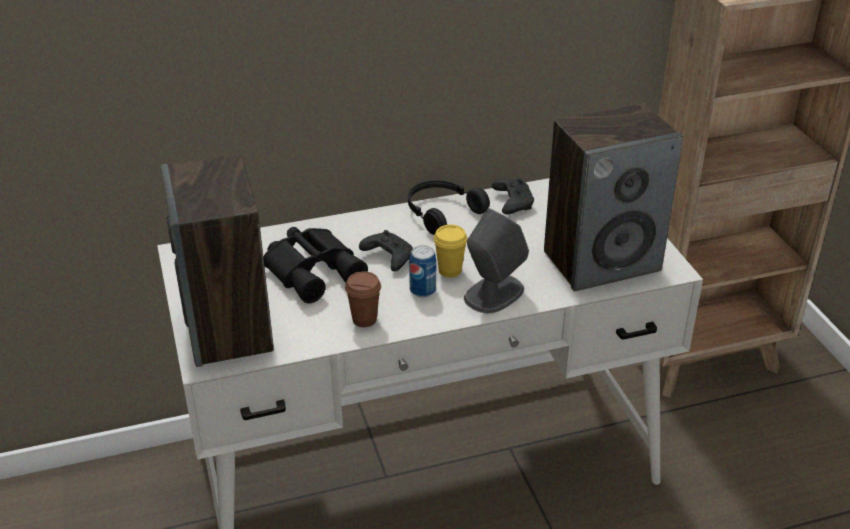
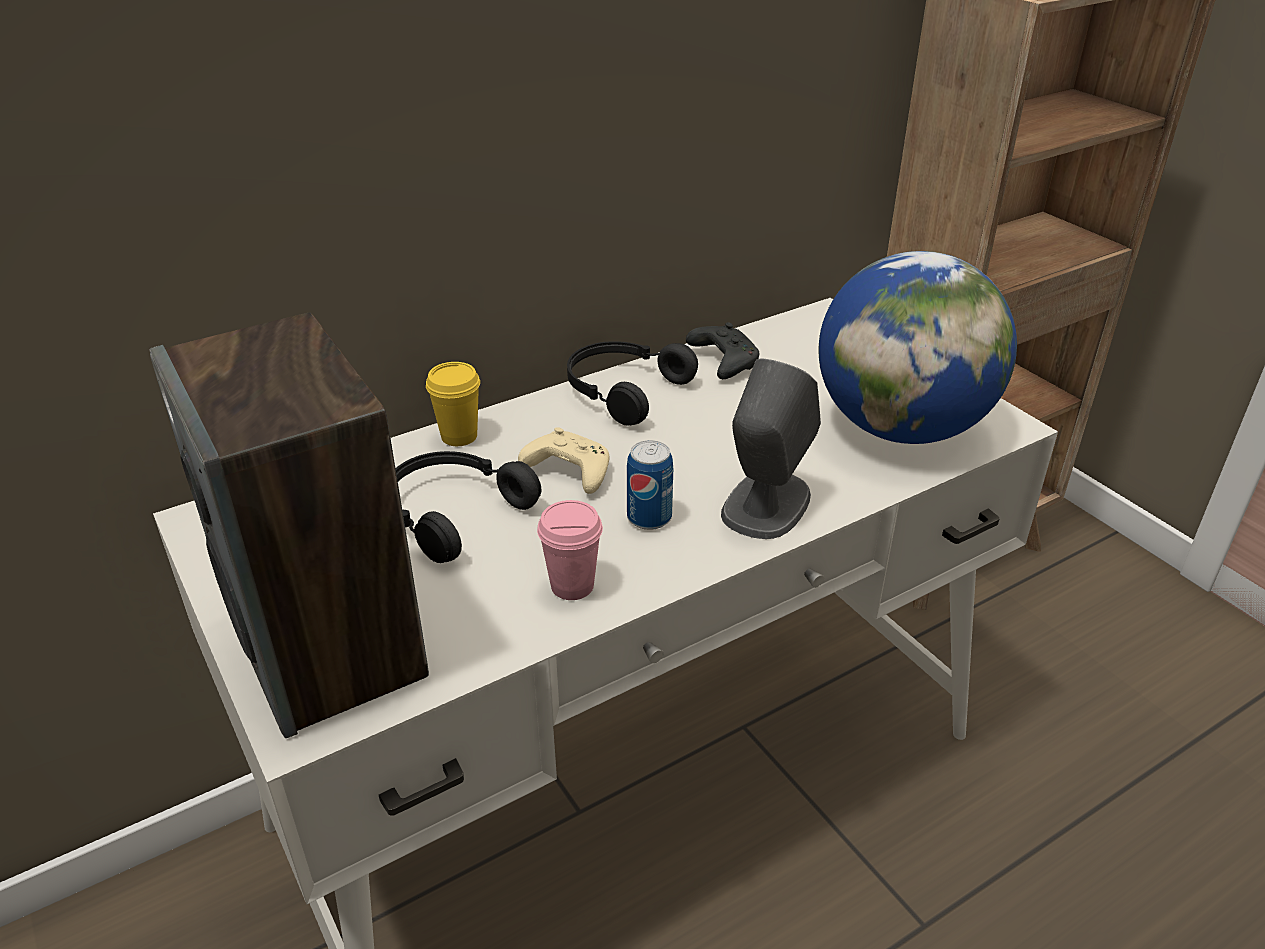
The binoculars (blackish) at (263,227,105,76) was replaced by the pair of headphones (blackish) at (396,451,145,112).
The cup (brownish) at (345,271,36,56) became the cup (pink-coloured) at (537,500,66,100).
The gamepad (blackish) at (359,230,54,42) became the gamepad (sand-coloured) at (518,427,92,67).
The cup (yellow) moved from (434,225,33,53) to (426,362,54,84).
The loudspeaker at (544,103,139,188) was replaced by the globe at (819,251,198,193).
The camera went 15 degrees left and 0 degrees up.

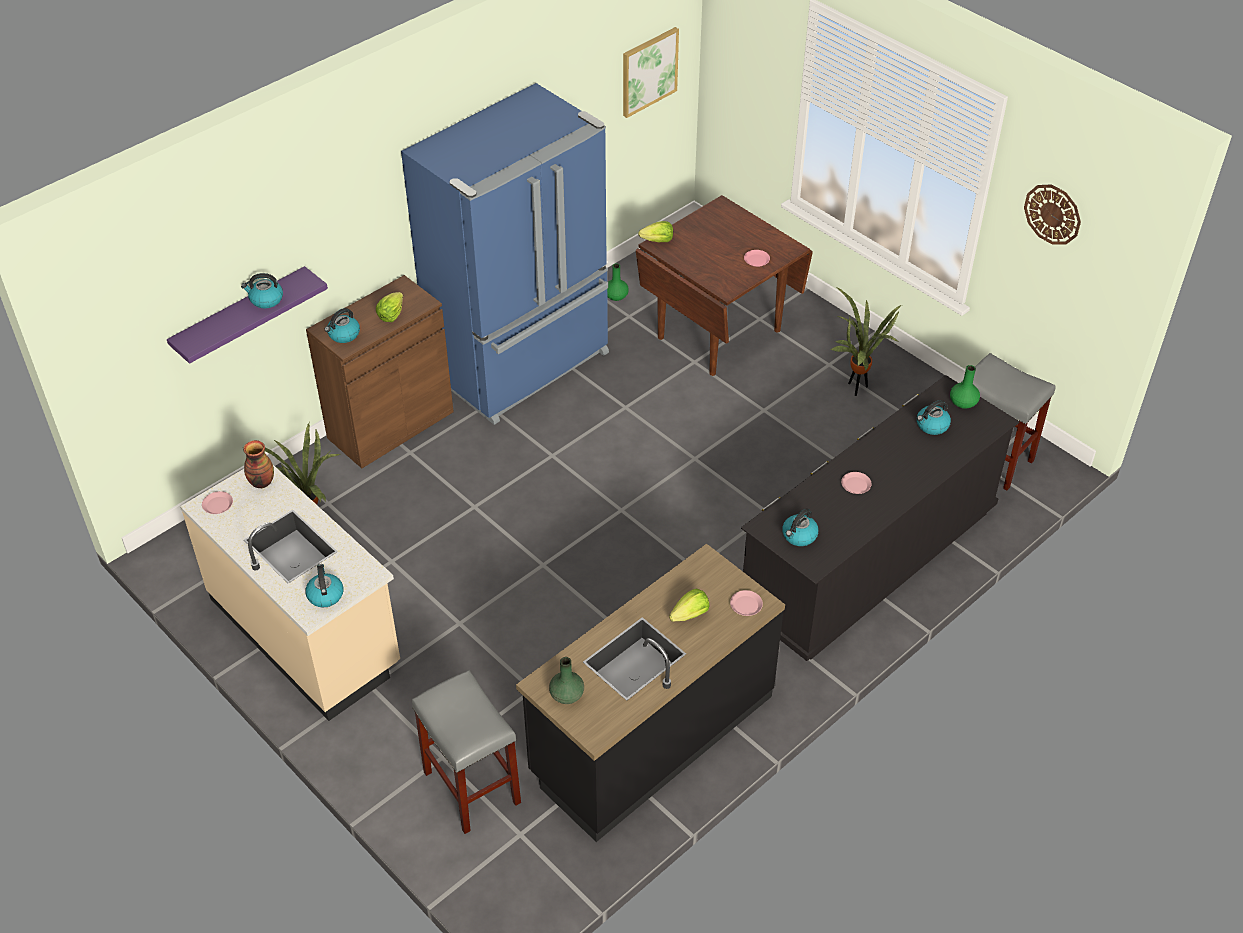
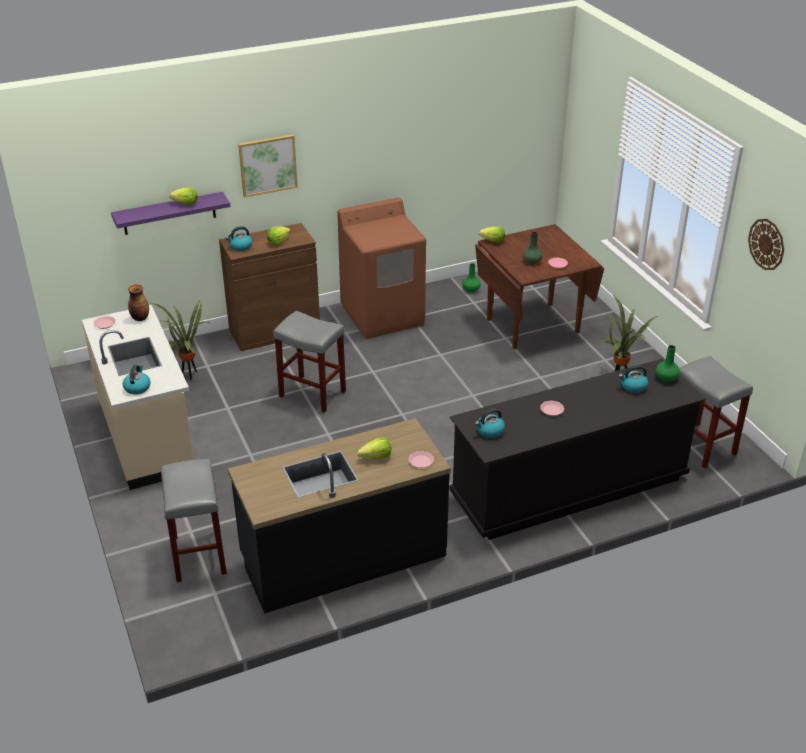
The kettle at (241,273,42,35) was replaced by the lettuce head at (169,187,29,18).
The refrigerator (blue) at (401,83,208,342) was replaced by the laundry appliance (brownish) at (337,198,89,141).
The flower vase (green) moved from (549,657,35,47) to (523,232,20,32).
The wall picture moved from (623,27,56,91) to (238,134,60,64).
The stool (grey) at (273,311,73,102) appeared.
The camera went 20 degrees right and 10 degrees down.

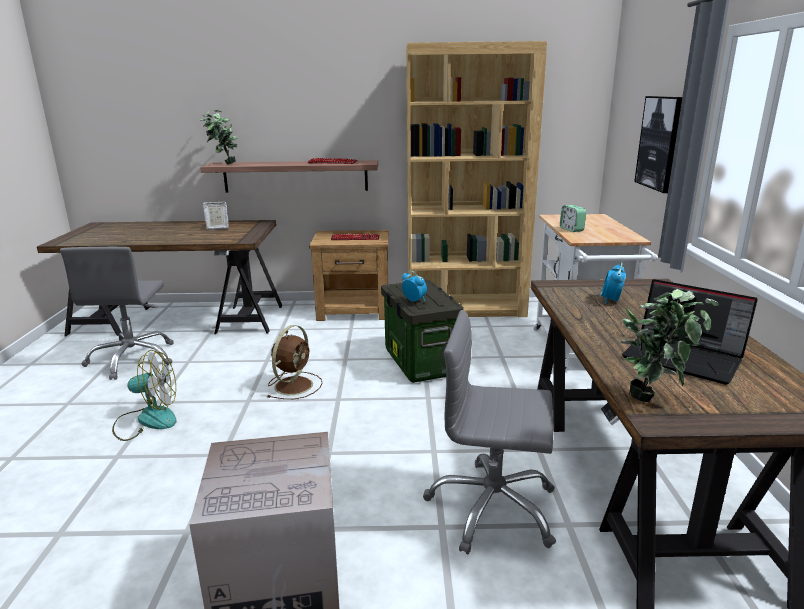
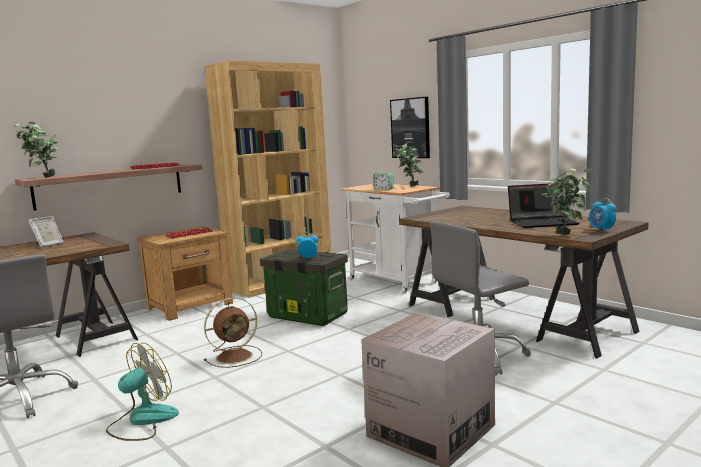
The electric fan (brownish) at (267,325,56,74) turned 75 degrees clockwise.
The bedside clock moved from (601,263,25,41) to (589,198,27,34).
The houseplant at (395,142,29,45) appeared.
The camera went 40 degrees left and 10 degrees down.

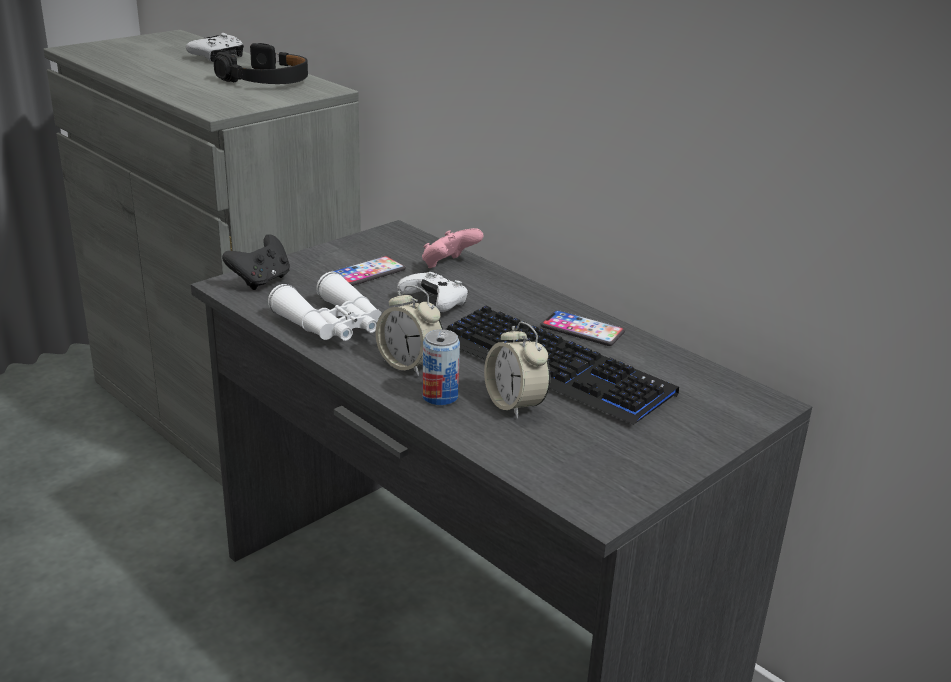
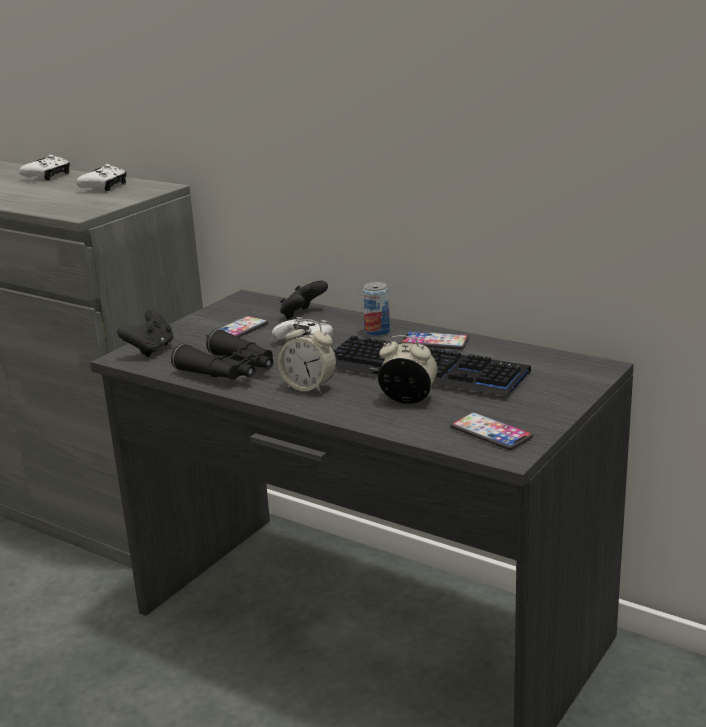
The pair of headphones (blackish) at (214,43,94,41) was replaced by the gamepad (white-coloured) at (76,164,51,27).
The binoculars (white-coloured) at (268,272,114,69) became the binoculars (blackish) at (171,329,102,51).
The gamepad (pink-coloured) at (422,228,62,40) became the gamepad (blackish) at (280,281,48,39).
The sealed can moved from (422,329,38,77) to (363,282,27,54).
The bedside clock at (484,322,67,97) turned 150 degrees clockwise.
The phone at (450,412,83,38) appeared.
The camera went 10 degrees left and 5 degrees down.

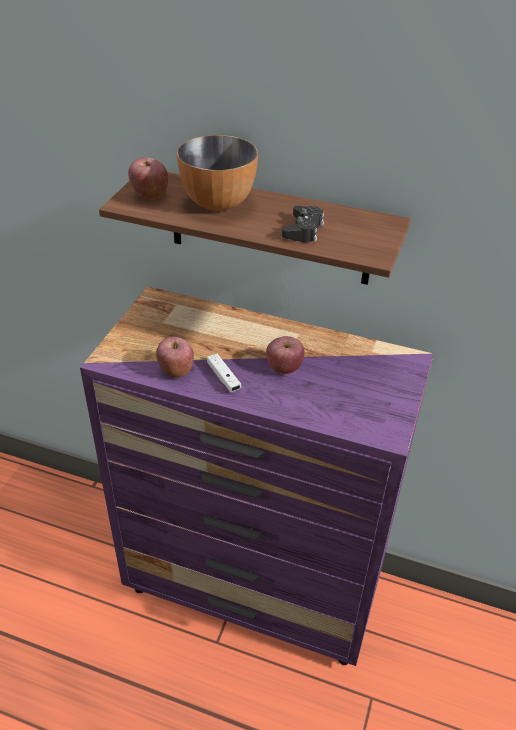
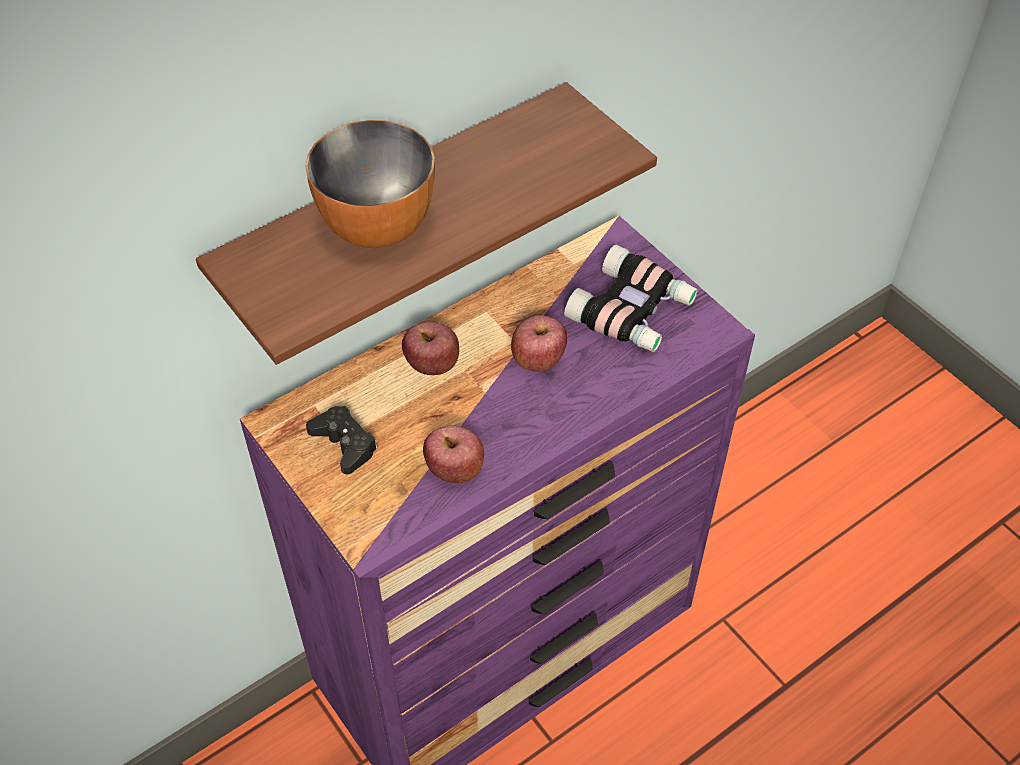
The apple fruit moved from (128,158,40,42) to (402,322,57,53).
The gamepad (white-coloured) at (207,353,34,39) disappeared.
The gamepad (blackish) moved from (282,206,42,37) to (306,406,72,68).
The binoculars at (564,244,134,108) appeared.
The camera went 55 degrees left and 10 degrees up.

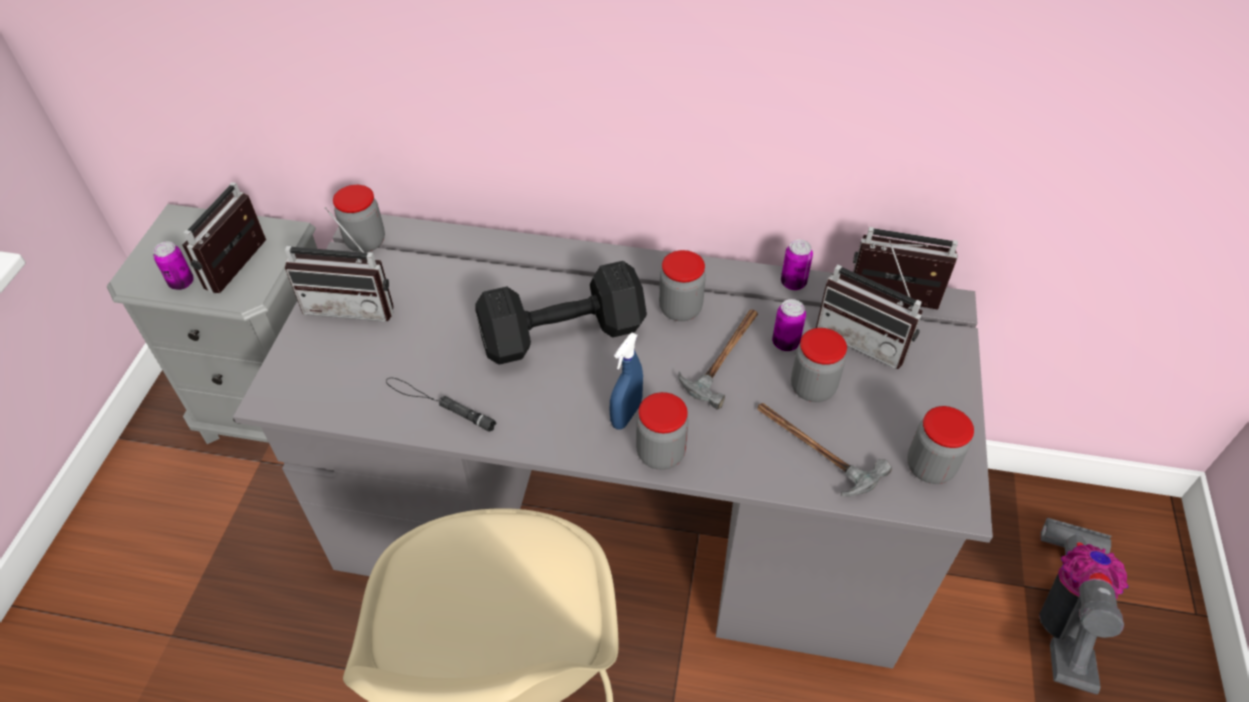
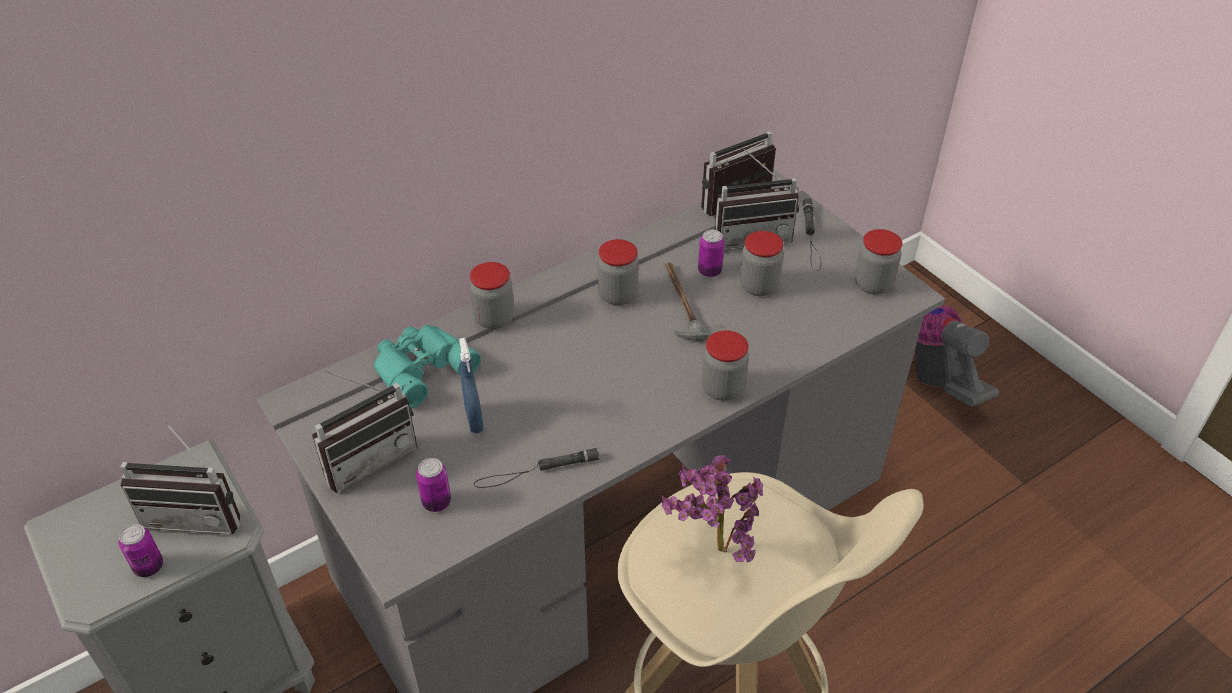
The radio receiver at (182,182,84,111) turned 60 degrees counterclockwise.
The jar moved from (333,185,52,68) to (470,262,44,67).
The free weight (blackish) at (476,261,171,104) disappeared.
The spray bottle (blue) moved from (610,333,33,97) to (459,338,25,95).
The hammer at (757,403,135,94) disappeared.
The sealed can moved from (781,240,32,50) to (416,458,35,54).
The binoculars (blue-green) at (374,325,107,83) appeared.
The houseplant at (662,455,101,107) appeared.
The flashlight (blackish) at (803,198,18,73) appeared.
The camera went 45 degrees left and 5 degrees down.

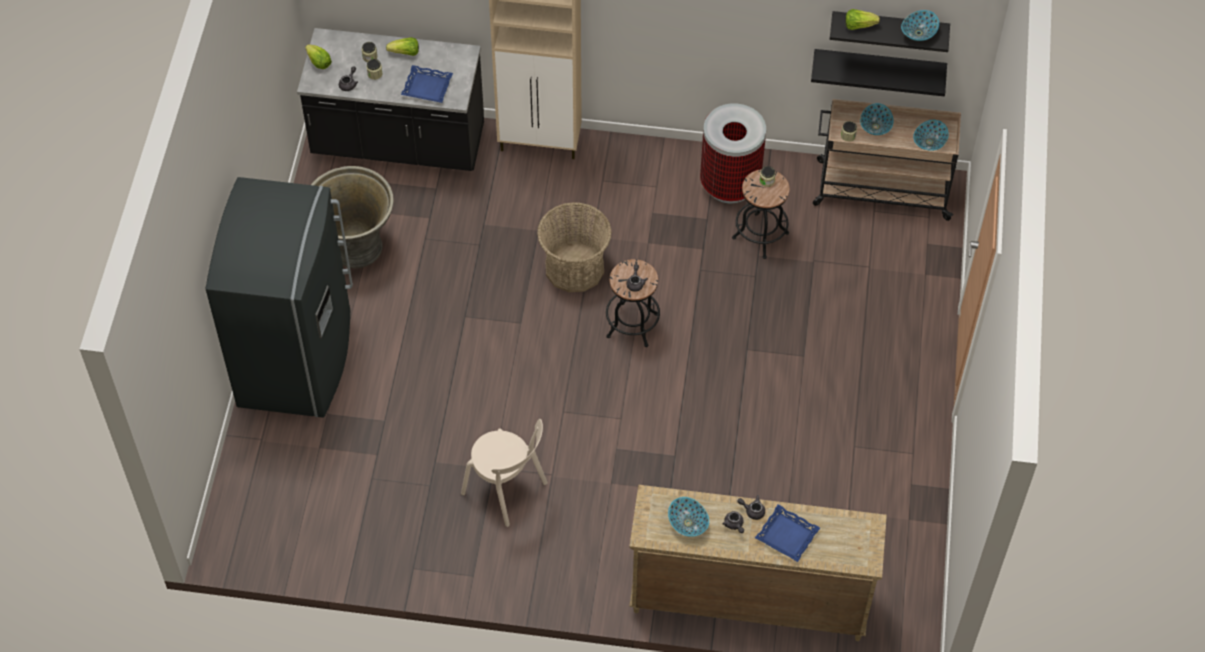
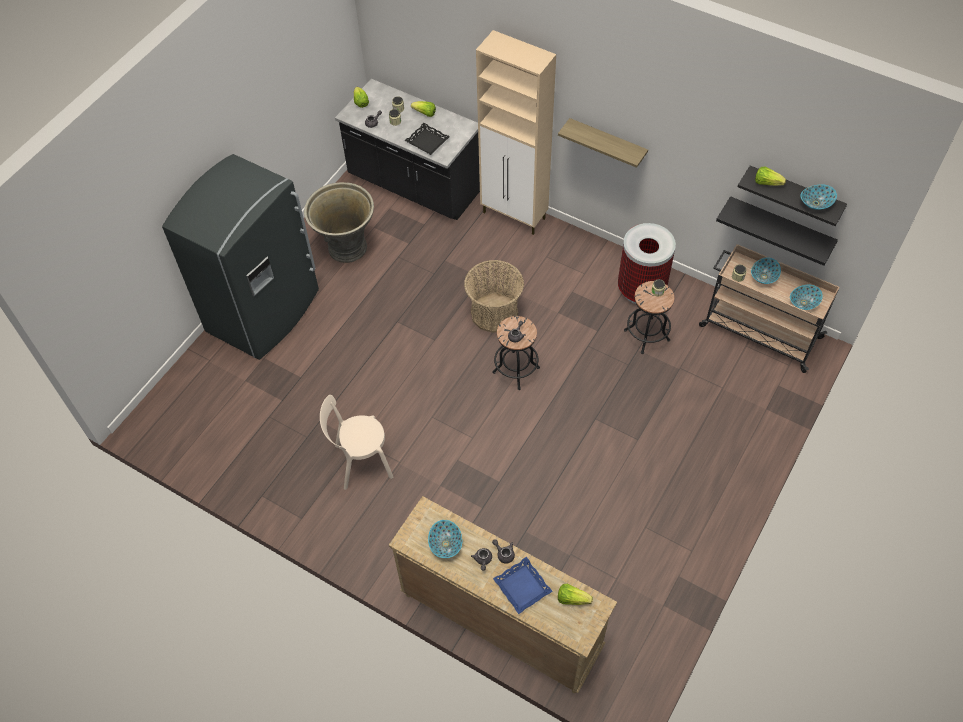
The tray (blue) at (401,65,52,38) became the tray (blackish) at (405,123,45,32).
The chair (sand-coloured) at (461,419,87,108) turned 105 degrees clockwise.
The wall shelf at (558,118,90,50) appeared.
The lettuce head at (558,584,35,21) appeared.
The camera went 25 degrees right and 0 degrees up.

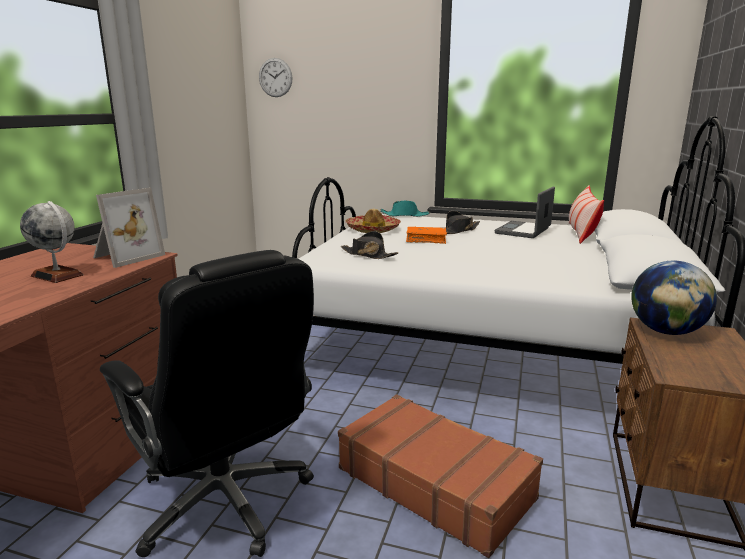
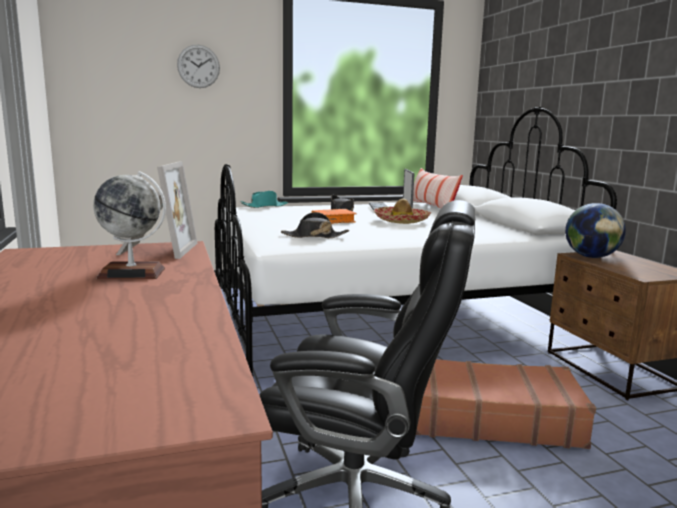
The hanging clock moved from (259,58,34,39) to (177,45,43,43).
The hat moved from (346,208,55,25) to (374,199,57,25).
The camera went 35 degrees left and 5 degrees down.

